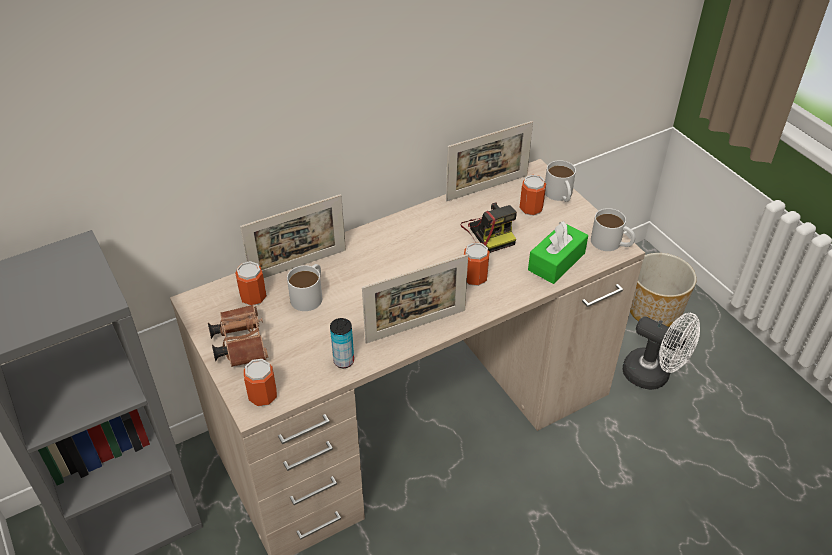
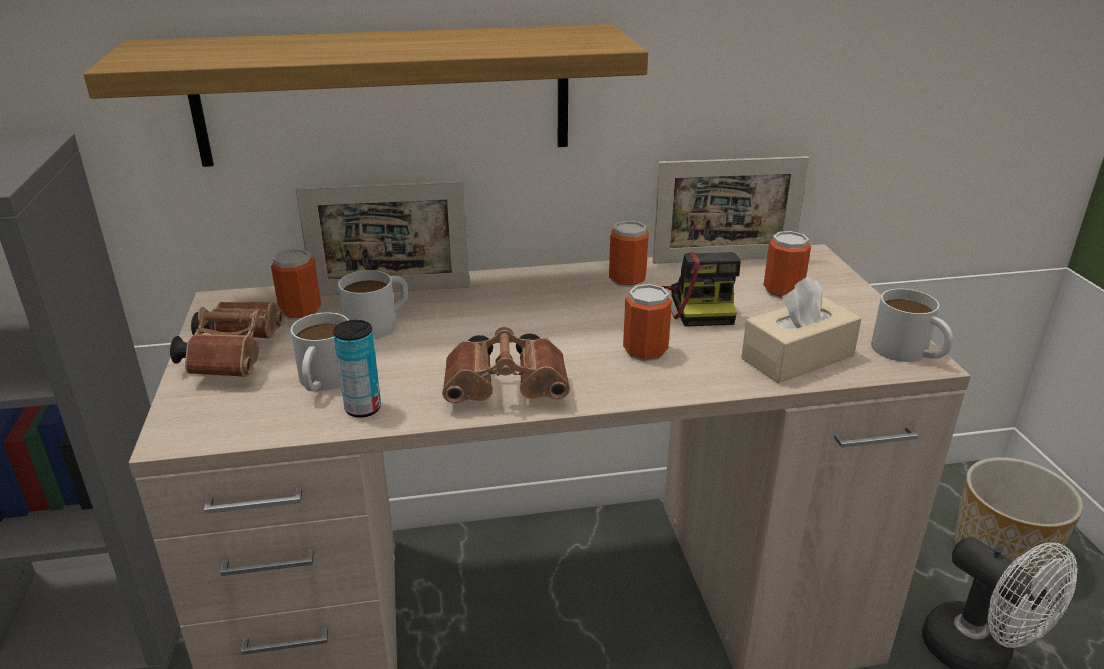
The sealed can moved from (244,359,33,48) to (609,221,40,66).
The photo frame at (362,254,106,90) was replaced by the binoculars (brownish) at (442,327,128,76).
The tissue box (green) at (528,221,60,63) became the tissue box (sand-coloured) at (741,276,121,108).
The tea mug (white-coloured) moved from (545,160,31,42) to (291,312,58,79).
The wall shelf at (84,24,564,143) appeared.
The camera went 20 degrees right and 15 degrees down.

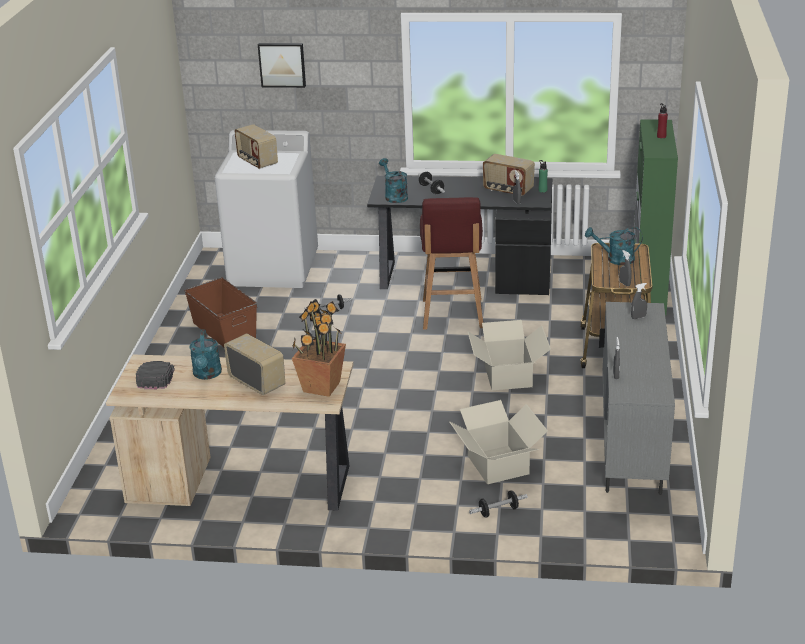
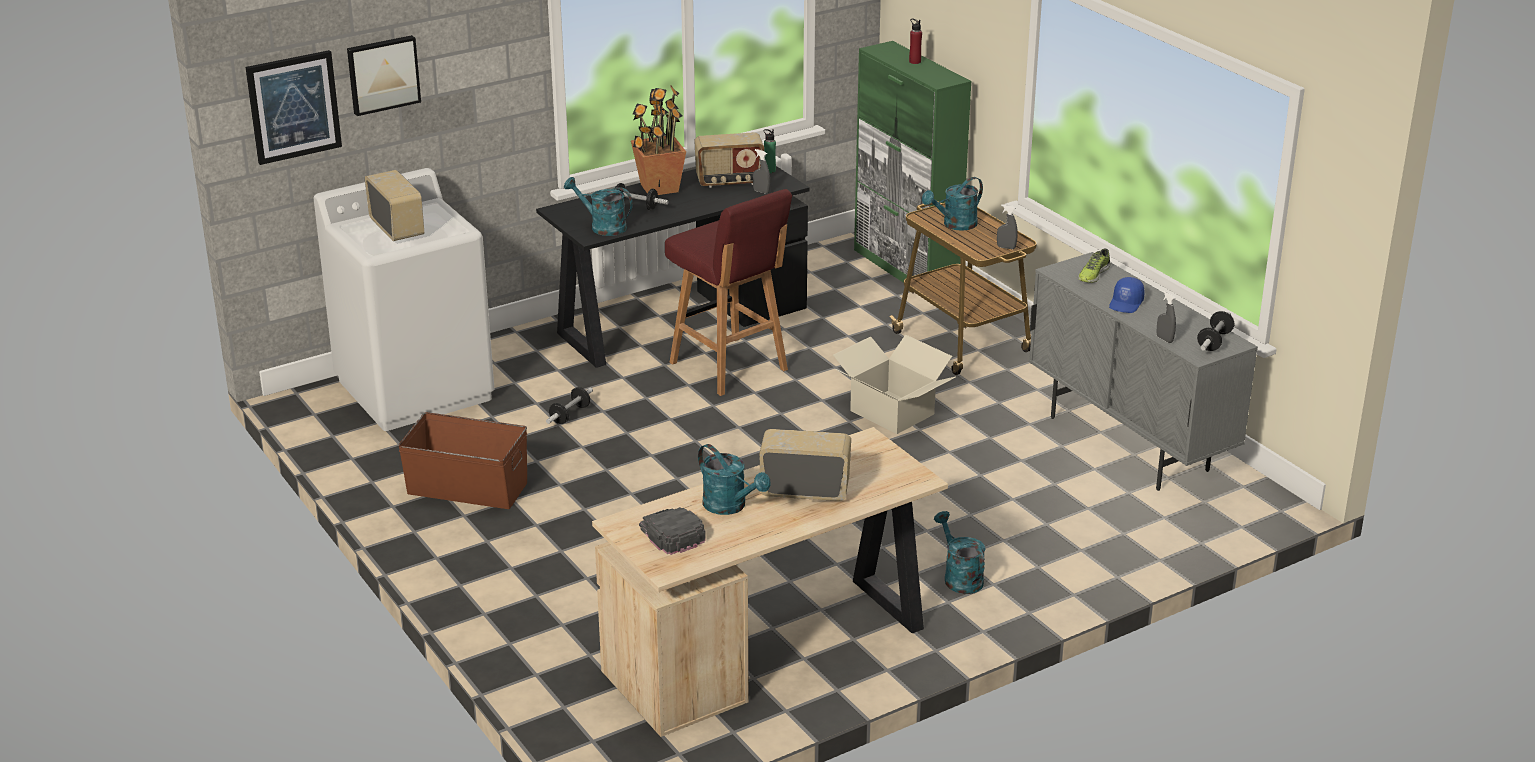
The radio receiver at (234,124,44,45) turned 135 degrees counterclockwise.
The houseplant moved from (292,300,54,97) to (631,86,55,109).
The packing box at (450,400,98,84) disappeared.
The free weight moved from (469,490,59,28) to (1197,311,37,40).
The spray bottle (grey) at (631,283,16,36) was replaced by the item of footwear at (1078,248,32,35).
The wall picture at (245,50,97,115) appeared.
The watering pot (blue-green) at (934,511,52,83) appeared.
The peaked cap (blue) at (1109,277,36,36) appeared.
The camera went 40 degrees left and 0 degrees up.

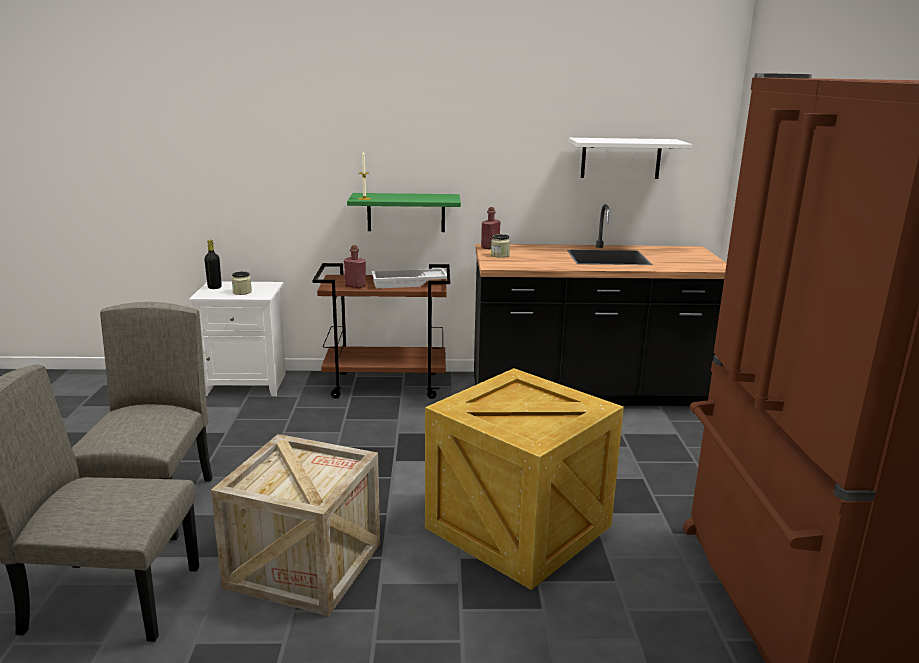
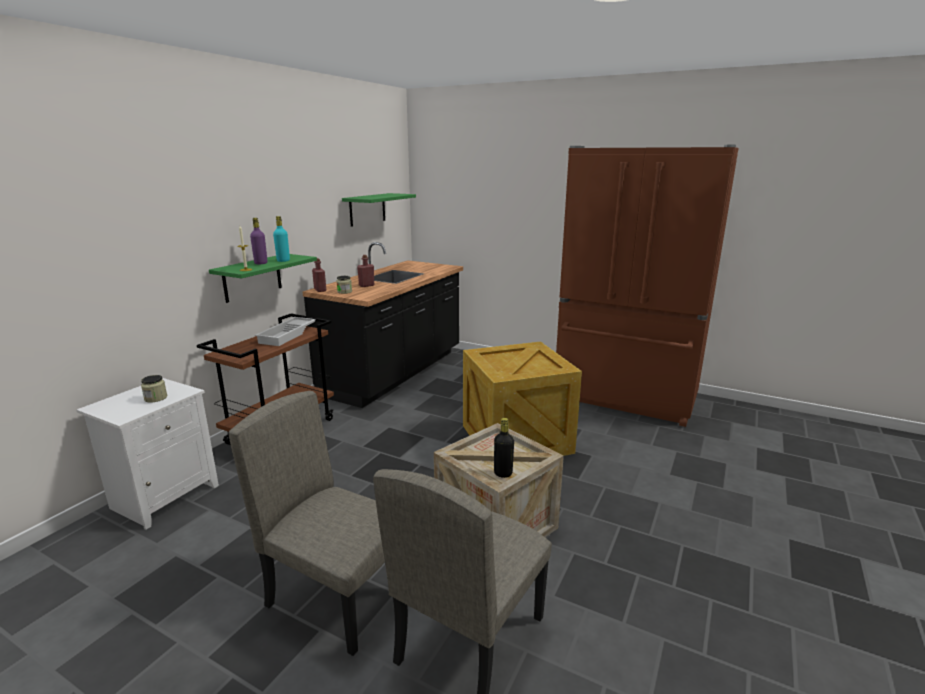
The drink bottle (blackish) moved from (204,240,18,49) to (494,418,20,60).
The drink bottle (reddish) moved from (344,245,22,43) to (357,255,17,32).
The wall shelf (white-coloured) at (569,138,123,41) became the wall shelf (green) at (342,193,74,34).
The drink bottle (purple) at (250,218,17,46) appeared.
The drink bottle (blue-green) at (273,216,17,46) appeared.
The camera went 60 degrees left and 0 degrees up.

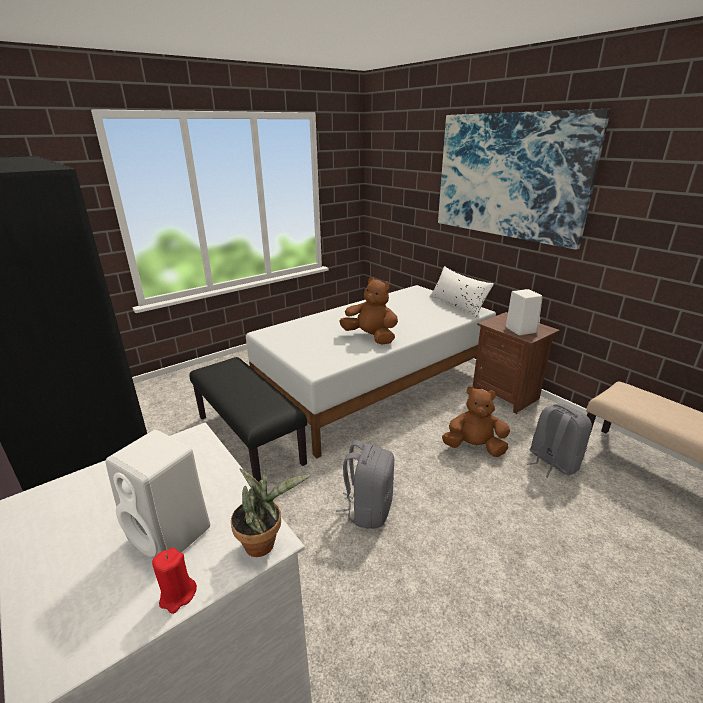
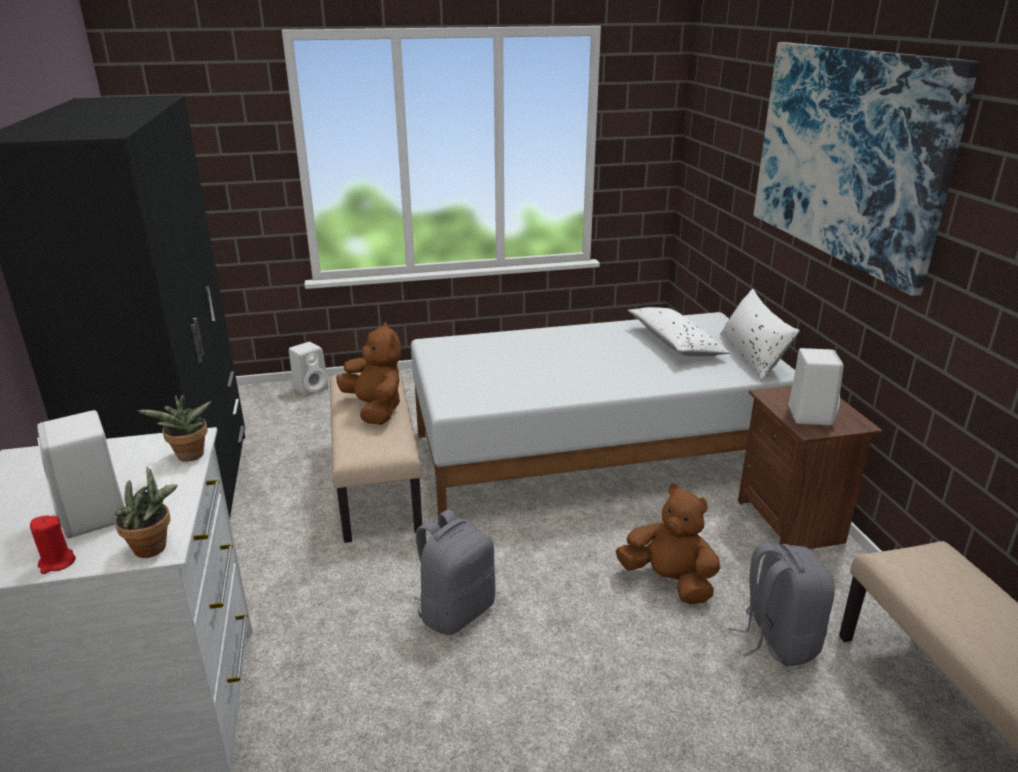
The indoor bench (blackish) at (190,357,117,125) became the indoor bench (sand-coloured) at (330,371,92,172).
The cuddly toy (brownish) moved from (339,277,59,67) to (336,322,65,103).
The houseplant at (137,395,75,67) appeared.
The loudspeaker (white-coloured) at (289,342,39,54) appeared.
The cushion (white-coloured) at (628,307,102,49) appeared.
The camera went 25 degrees right and 0 degrees up.

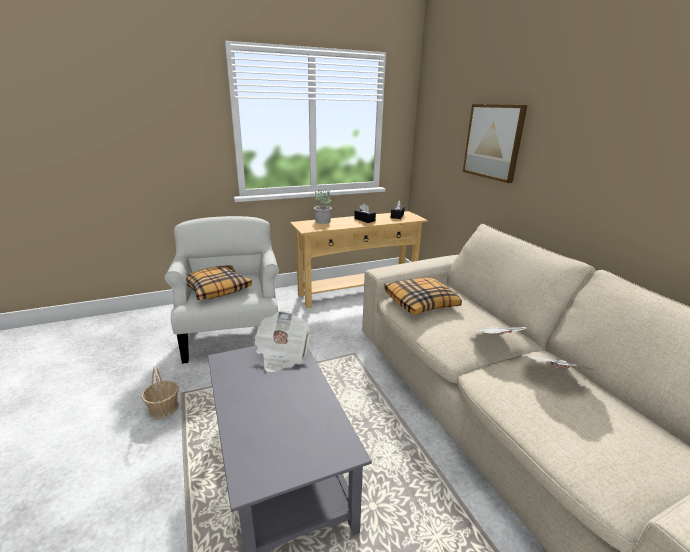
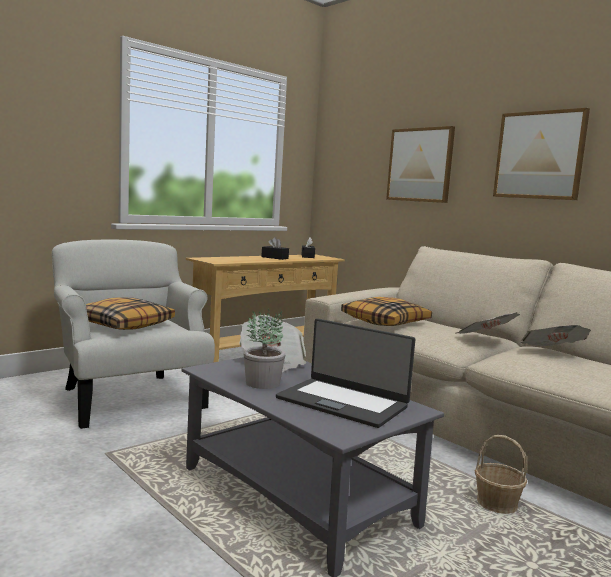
The storage basket moved from (142,366,37,53) to (475,435,52,79).
The houseplant moved from (314,189,18,35) to (243,308,43,81).
The notebook computer at (276,318,139,110) appeared.
The wall picture at (493,108,97,92) appeared.
The camera went 20 degrees left and 15 degrees down.

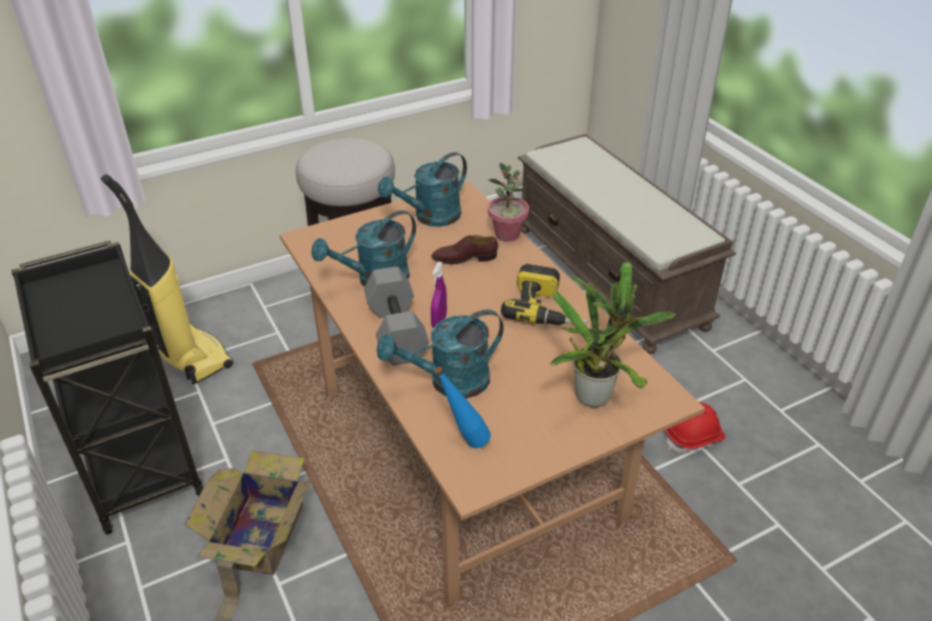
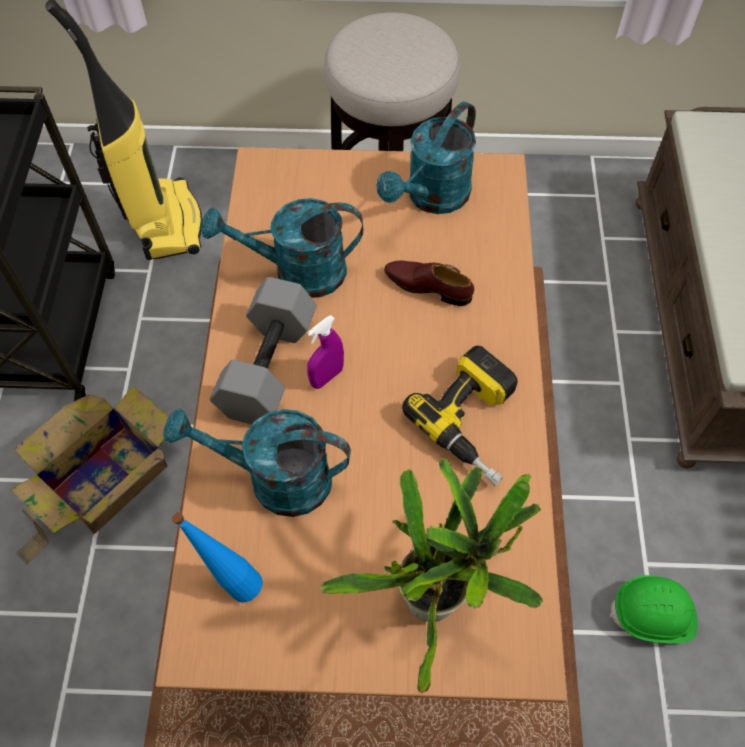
The watering pot (blue-green) at (378,152,89,75) turned 45 degrees counterclockwise.
The houseplant at (488,163,41,79) disappeared.
The hard hat (reddish) at (665,402,60,50) became the hard hat (green) at (610,575,88,69).
The camera went 30 degrees right and 20 degrees up.

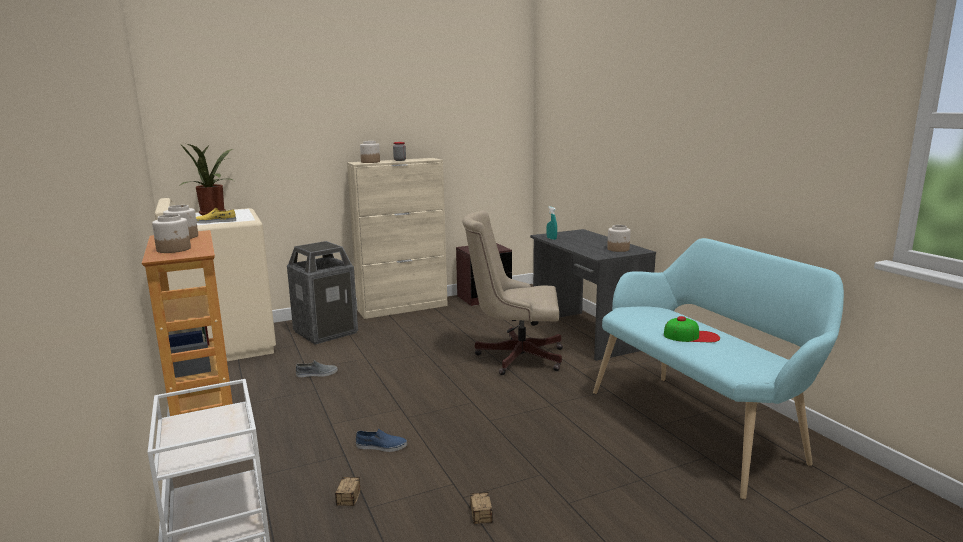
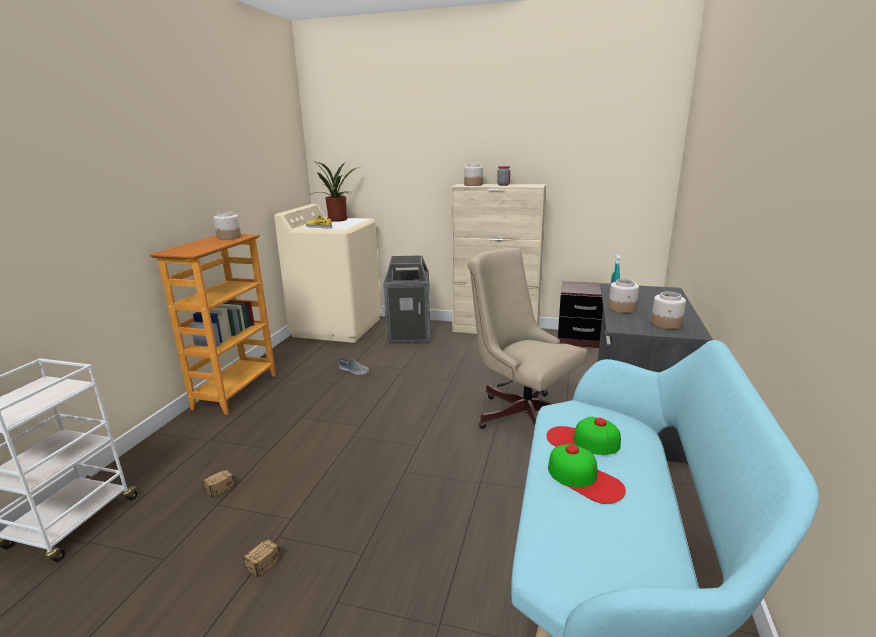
The jar moved from (152,214,39,39) to (608,279,31,34).
The item of footwear (blue) at (356,429,51,23) disappeared.
The peaked cap at (546,417,75,38) appeared.
The camera went 40 degrees right and 5 degrees up.

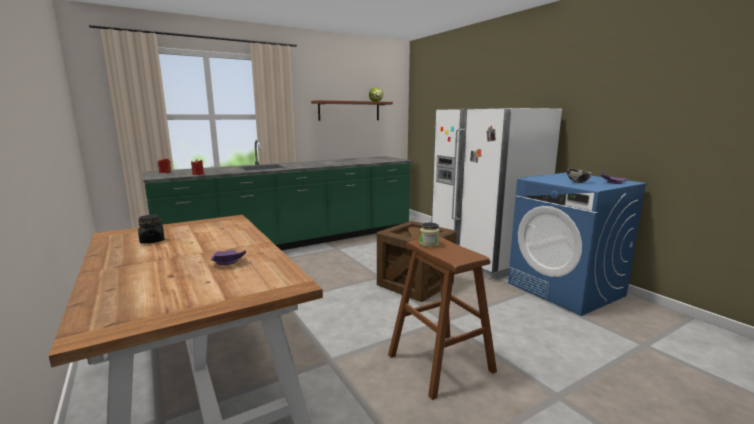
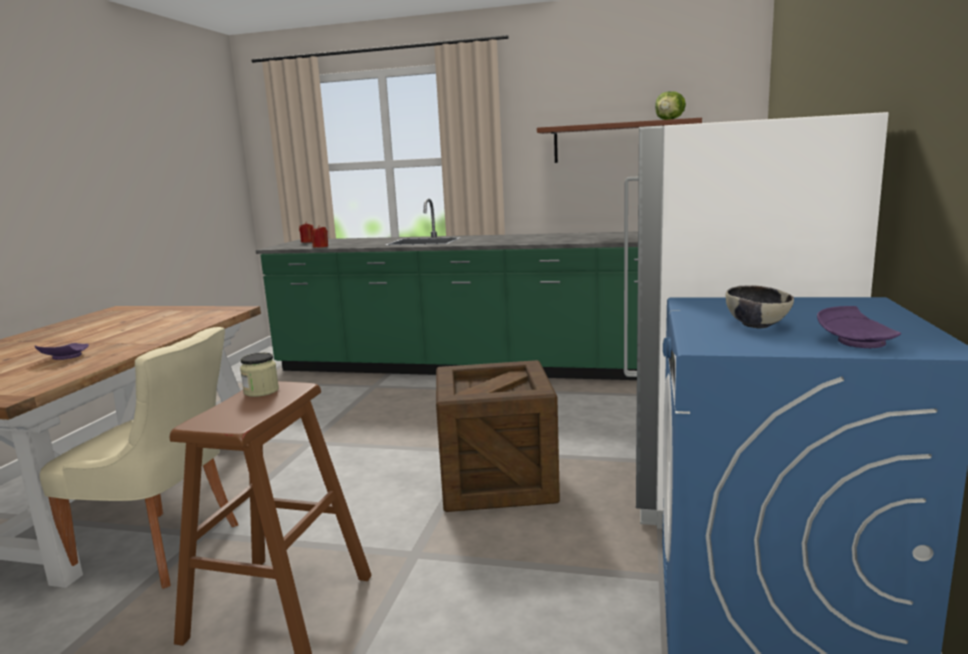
The jar (blackish) at (138,215,26,28) disappeared.
The chair (sand-coloured) at (39,327,199,262) appeared.
The camera went 45 degrees right and 0 degrees up.

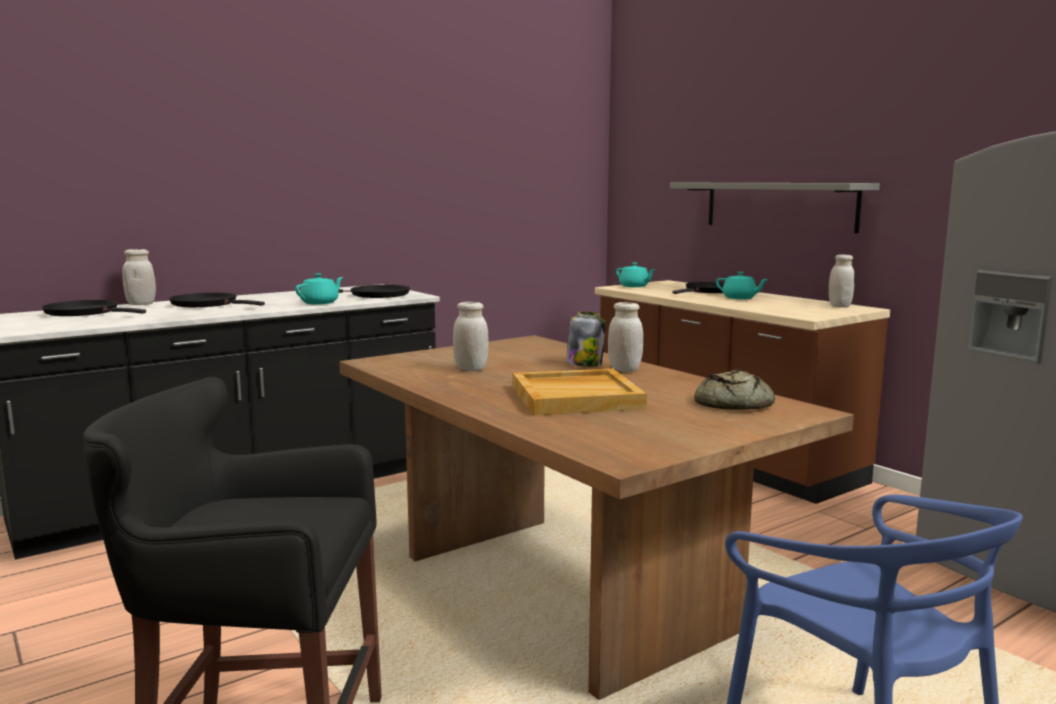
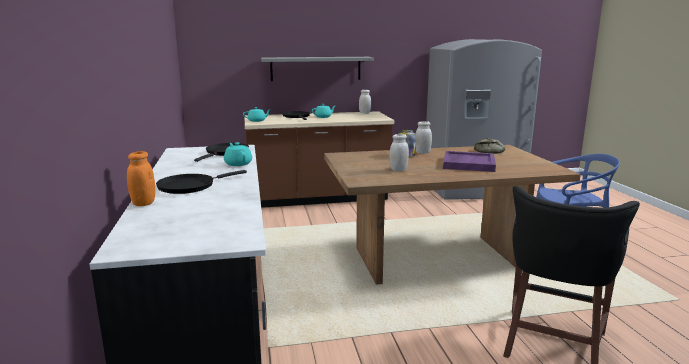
The skillet (blackish) at (42,300,104,16) disappeared.
The jar (white-coloured) at (122,249,34,56) became the jar (orange-coloured) at (127,151,28,55).
The tray (sand-coloured) at (513,369,134,47) became the tray (purple) at (443,151,53,21).
The camera went 65 degrees left and 5 degrees up.

